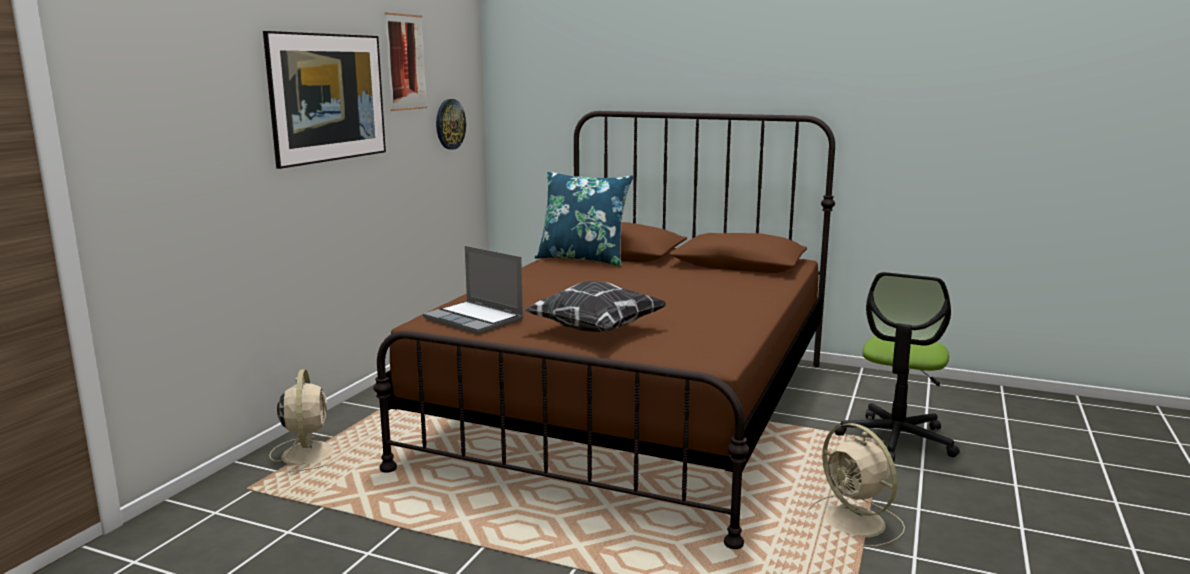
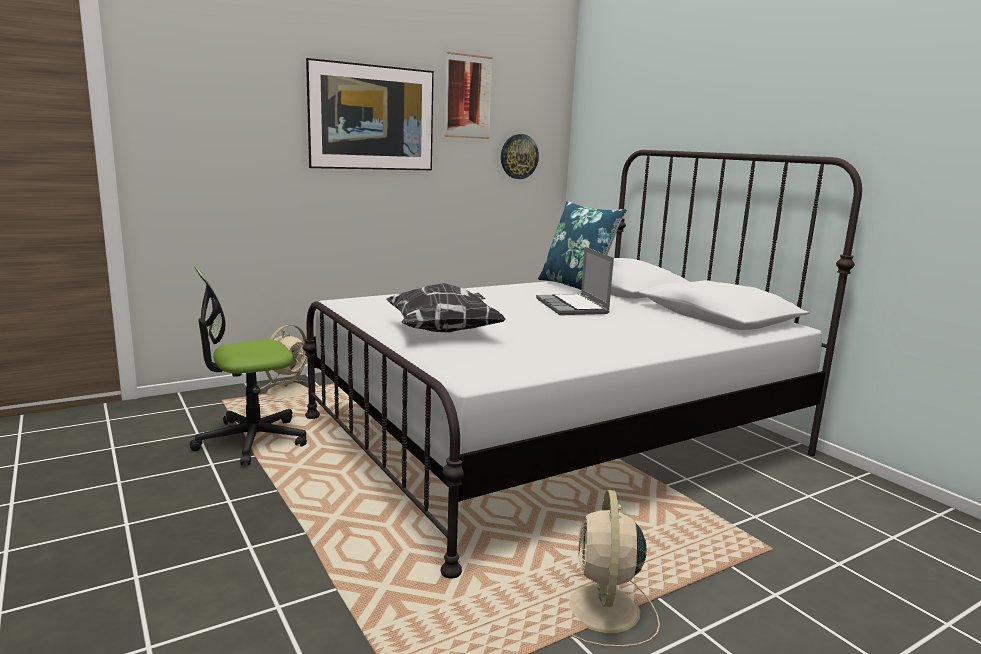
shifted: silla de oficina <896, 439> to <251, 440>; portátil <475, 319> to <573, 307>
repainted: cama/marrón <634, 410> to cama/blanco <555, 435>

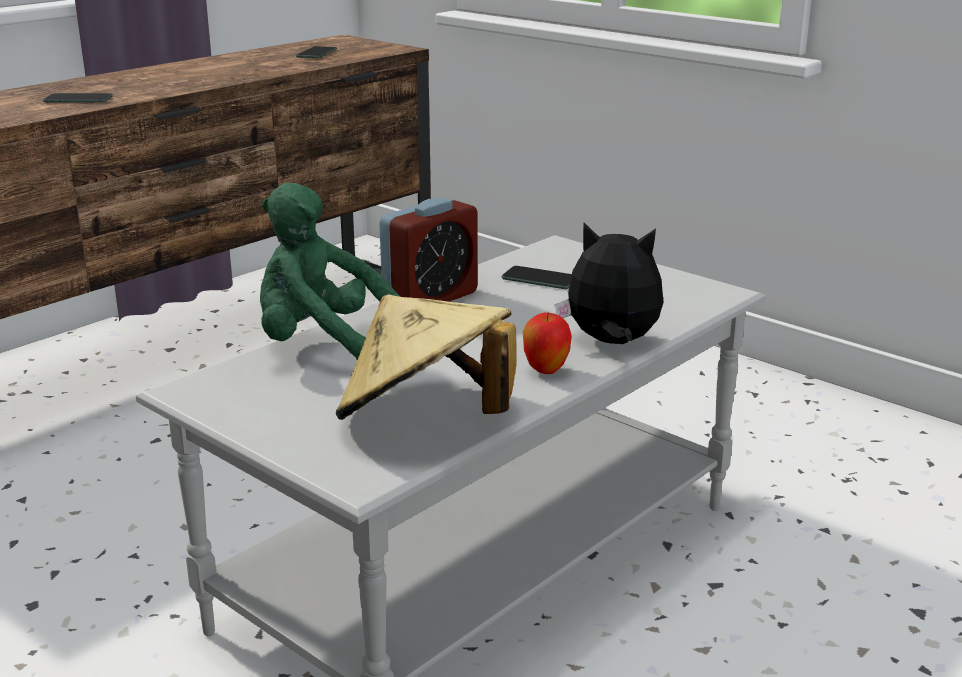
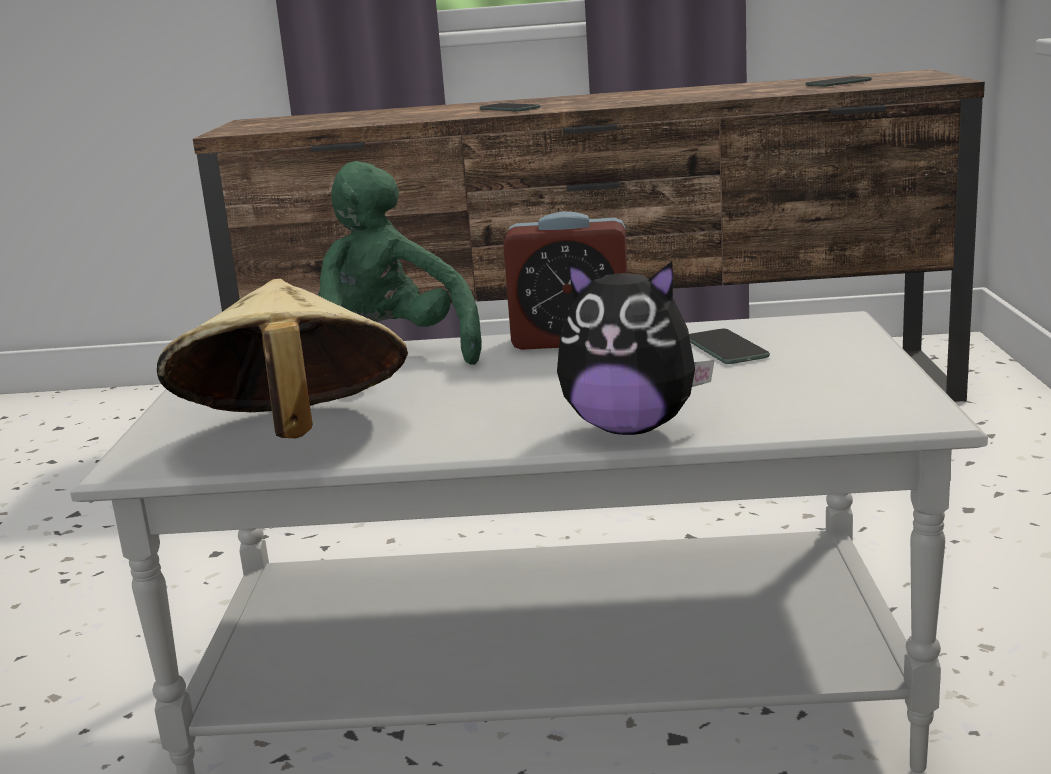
gone: manzana <546, 370>
rotated: peluche <611, 343> = <631, 428> 135 degrees clockwise

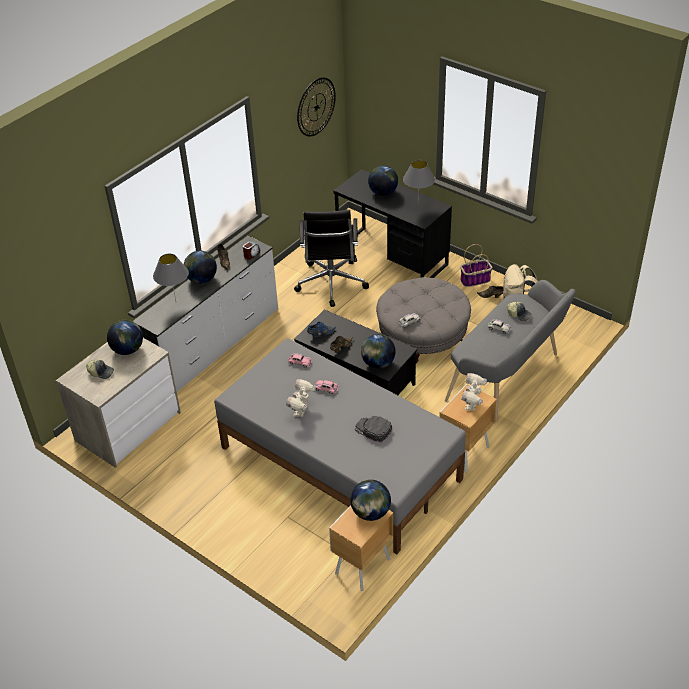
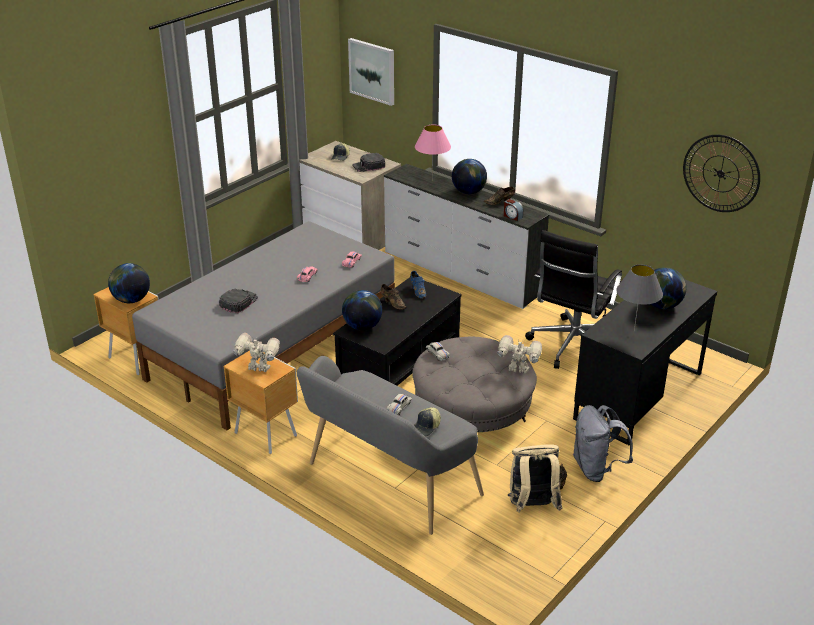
new: cuadro <372, 71>
shifted: robot de juguete <302, 411> to <518, 371>
swapped: globo terráqueo <128, 349> to gorra/negro <369, 166>; cesta <475, 280> to mochila/gris <596, 469>
repainted: lámpara de mesa/gris <176, 302> to lámpara de mesa/rosa <432, 181>
rotated: silla de oficina/negro <331, 284> = <572, 346> 60 degrees counterclockwise

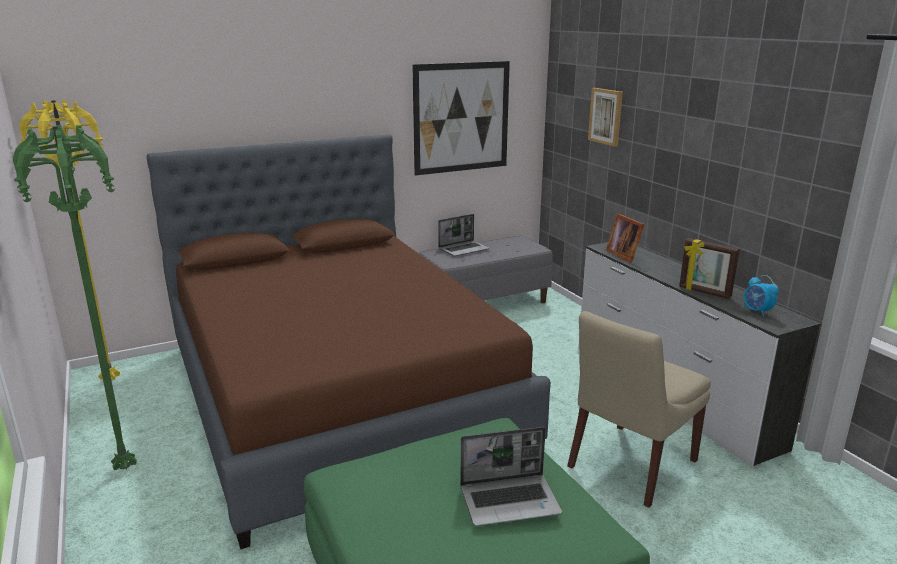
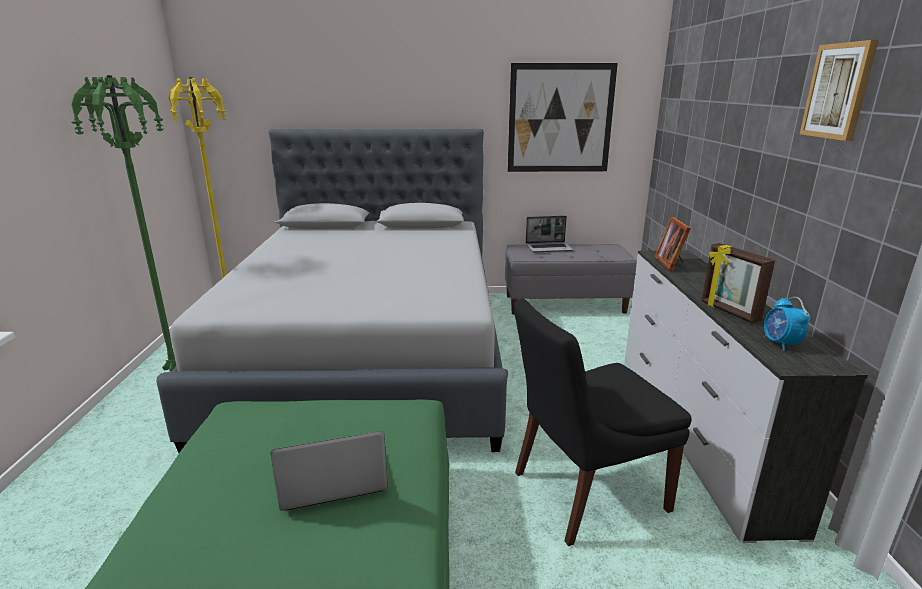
shifted: cuadro <606, 116> to <838, 91>
repainted: cama/marrón <338, 395> to cama/gris <370, 353>; silla/beis <629, 466> to silla/negro <584, 492>
rotated: portátil <510, 500> = <331, 481> 150 degrees clockwise

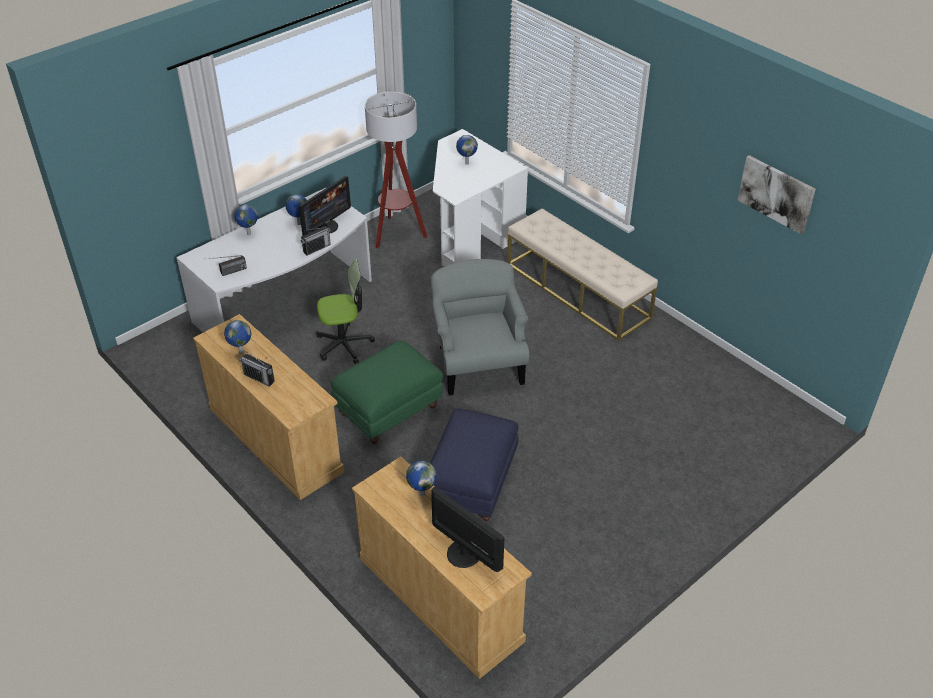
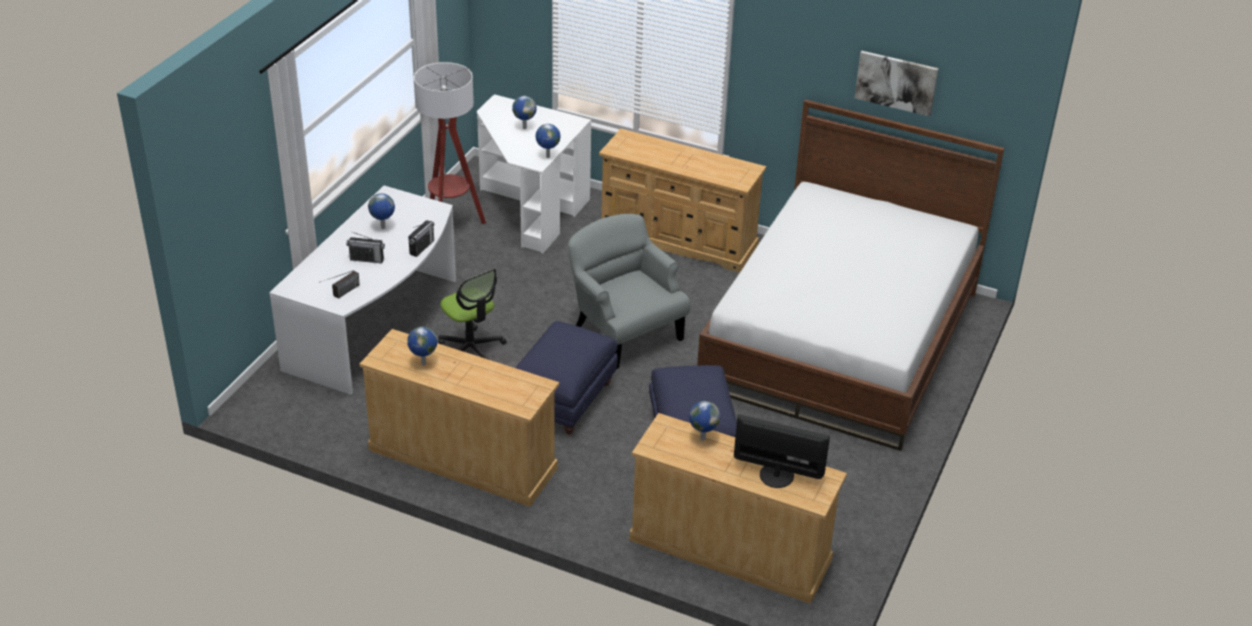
gone: monitor <326, 226>
new: cama <841, 338>
shifted: radio <259, 378> to <367, 259>; globo terráqueo <248, 234> to <547, 157>
swapped: banco/beis <577, 291> to cómoda/beis <679, 239>
repainted: puf/verde <389, 410> to puf/azul <563, 399>
rotated: silla de oficina <344, 344> = <471, 350> 90 degrees clockwise

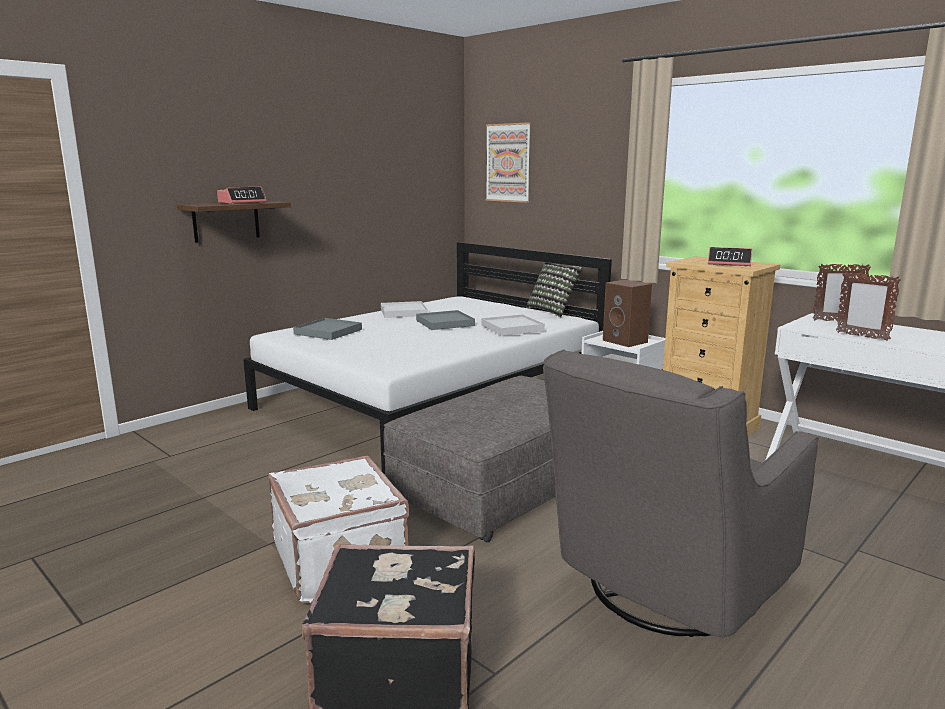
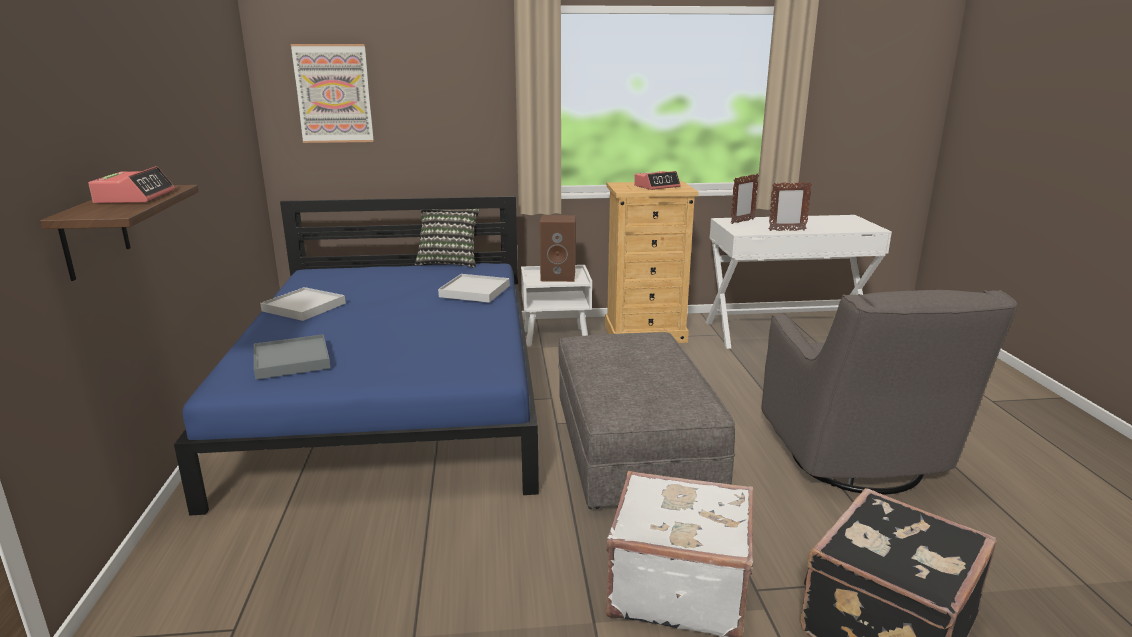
gone: bandeja/gris <445, 323>
repainted: cama/blanco <435, 398> to cama/azul <396, 399>

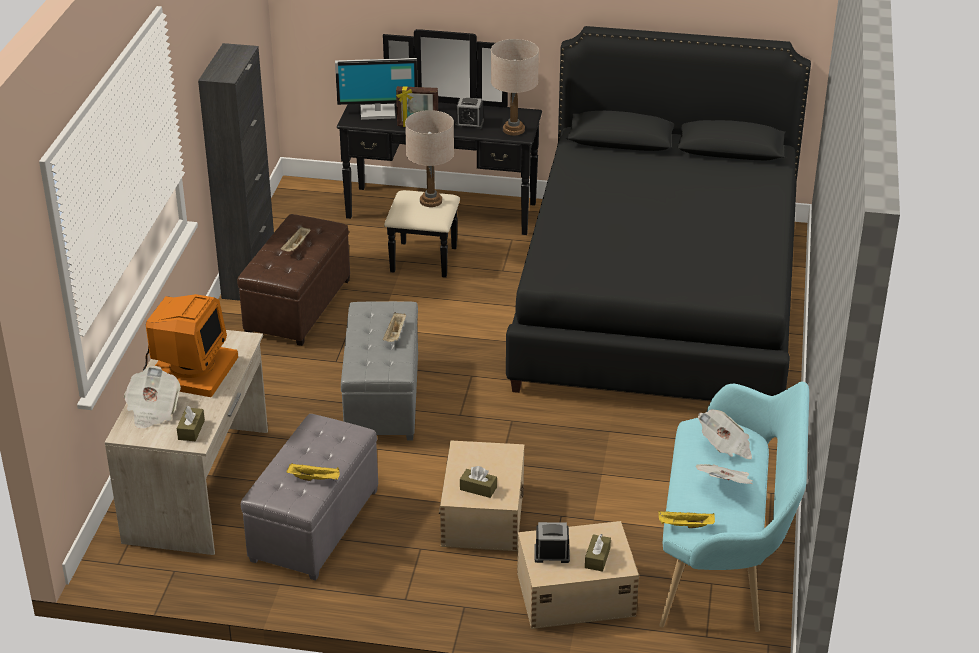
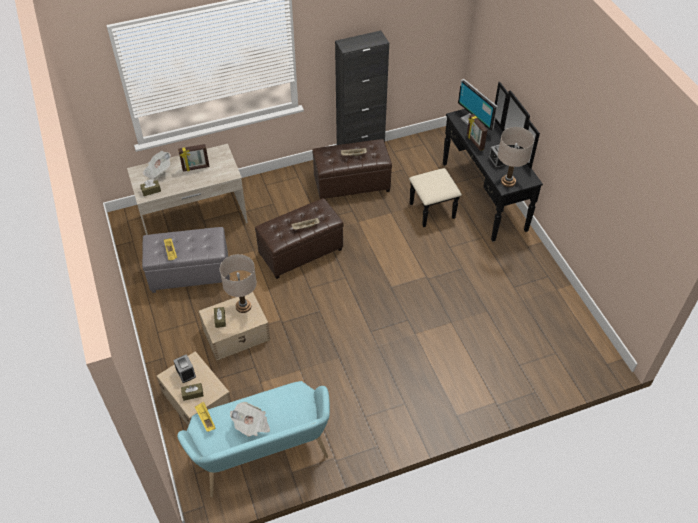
gone: cama/negro <658, 302>; periódico <725, 447>
shifted: lámpara de mesa/beis <430, 201> to <243, 306>
swapped: monitor <191, 370> to portarretratos <196, 168>
repainted: puf/gris <383, 399> to puf/marrón <301, 252>

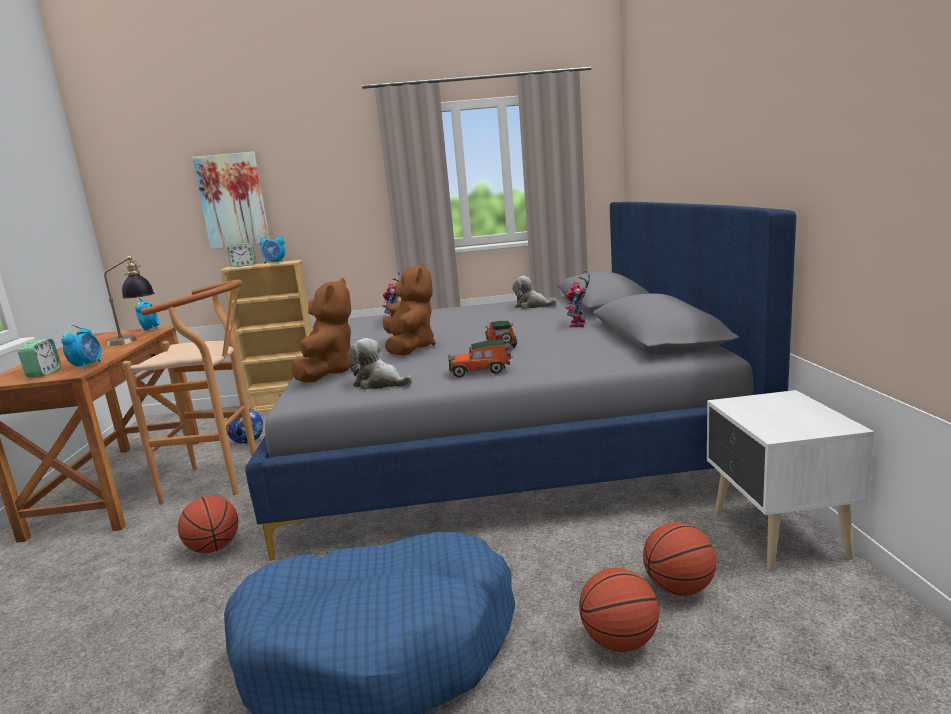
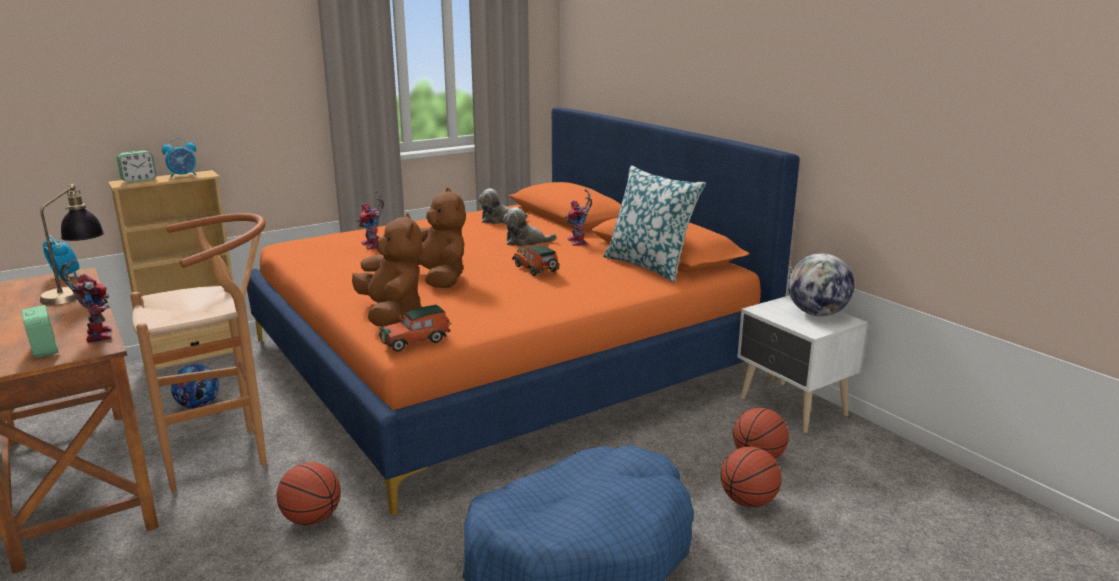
gone: cuadro <233, 201>
new: cojín <649, 266>; globo terráqueo <817, 314>
shifted: coche de juguete <481, 371> to <416, 341>; peluche <379, 383> to <525, 242>
swapped: despertador <87, 366> to robot de juguete <96, 335>
repainted: cama/gris <501, 435> to cama/naranja <503, 359>

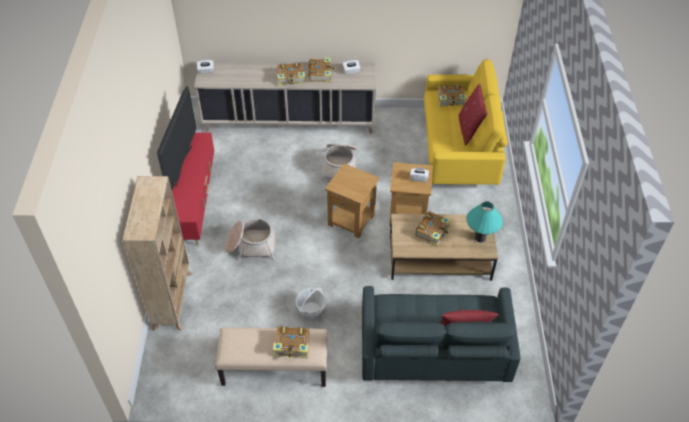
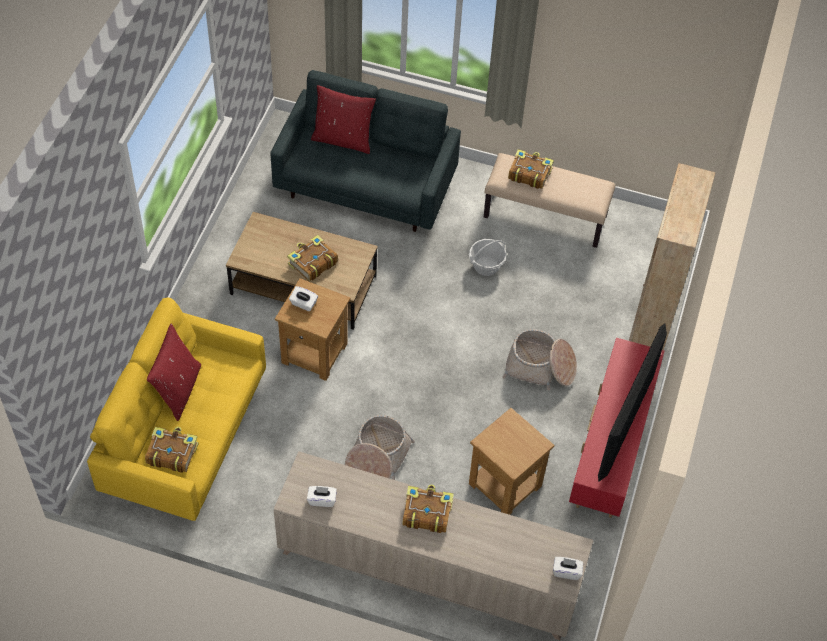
gone: libro <321, 73>; lámpara de mesa/turquesa <480, 237>
shifted: mesa auxiliar/marrón <352, 220> to <504, 484>

